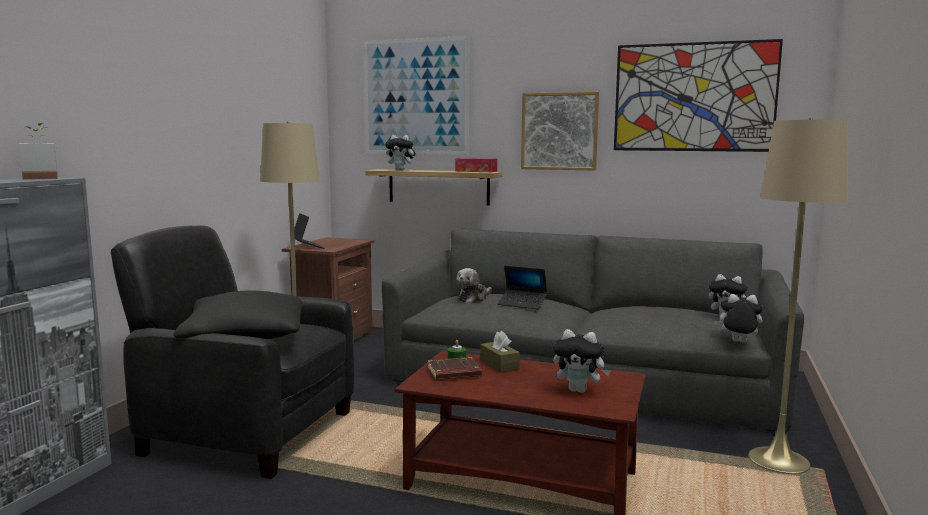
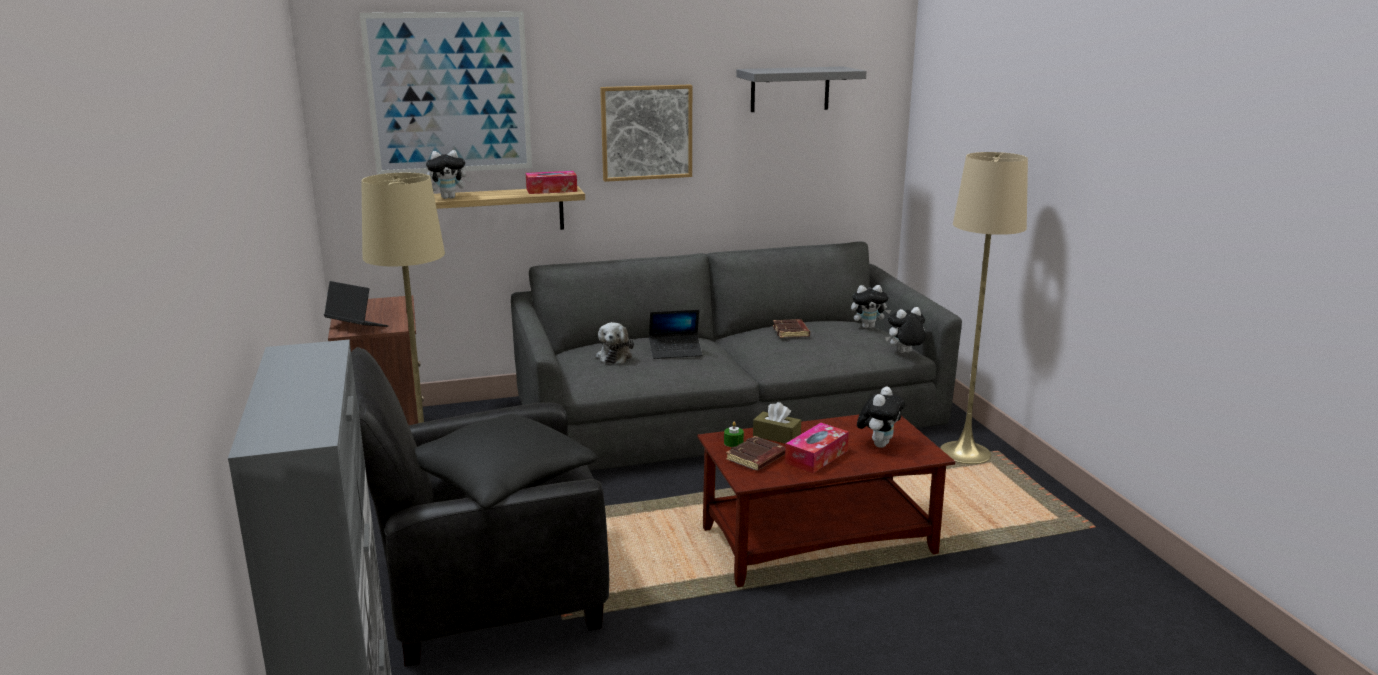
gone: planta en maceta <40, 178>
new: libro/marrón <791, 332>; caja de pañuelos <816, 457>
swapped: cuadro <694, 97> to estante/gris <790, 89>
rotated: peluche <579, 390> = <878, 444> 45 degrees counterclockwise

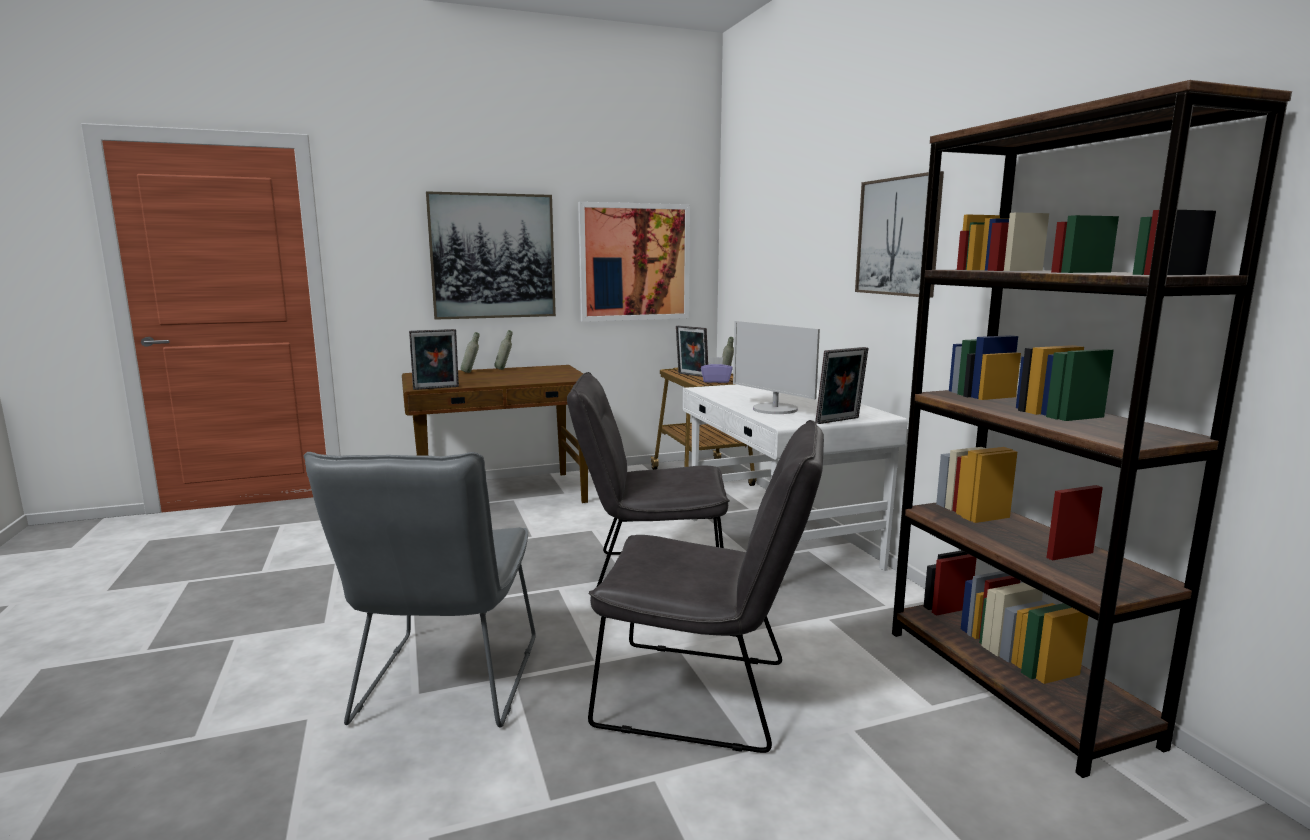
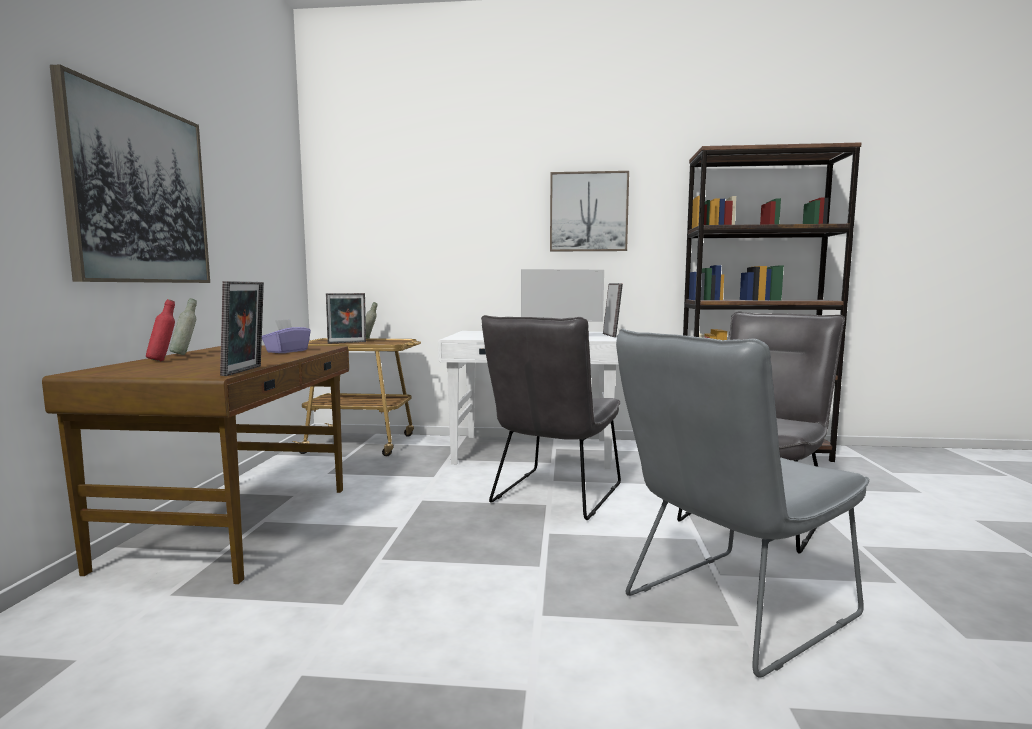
gone: cuadro <634, 262>
shifted: caja de pañuelos/morado <716, 381> to <287, 351>
repainted: botella/gris <471, 372> to botella/rojo <163, 361>
rotated: silla/gris <444, 687> = <729, 610> 120 degrees clockwise

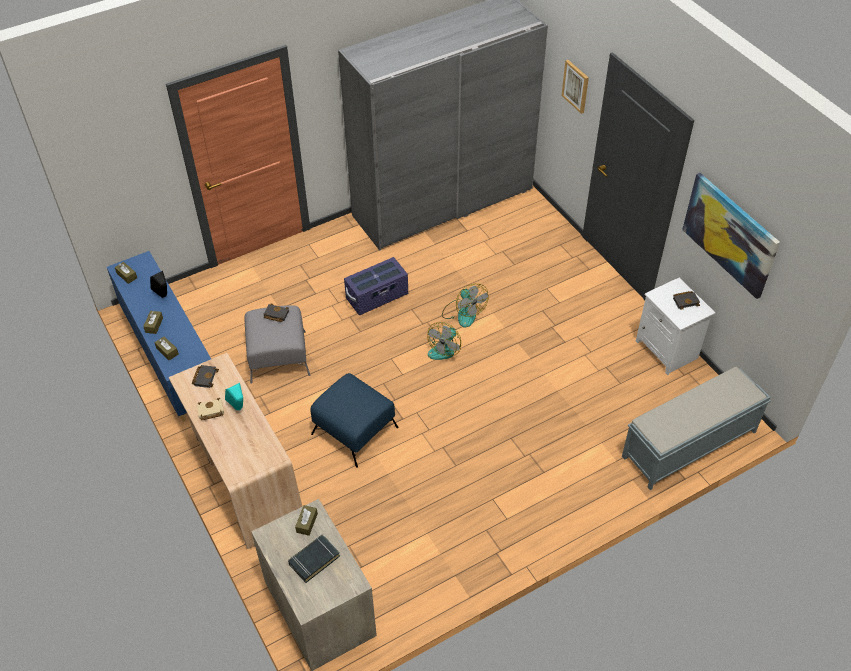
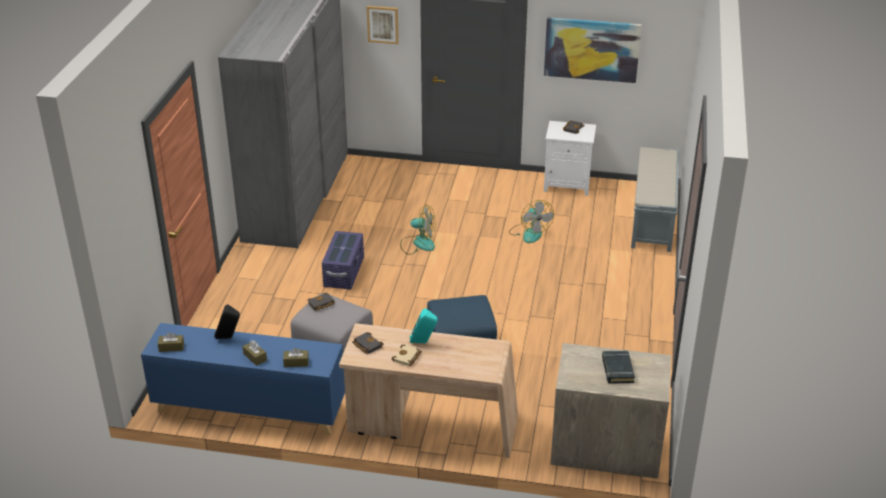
gone: caja de pañuelos/marrón <307, 523>
shifted: ventilador <445, 348> to <529, 233>

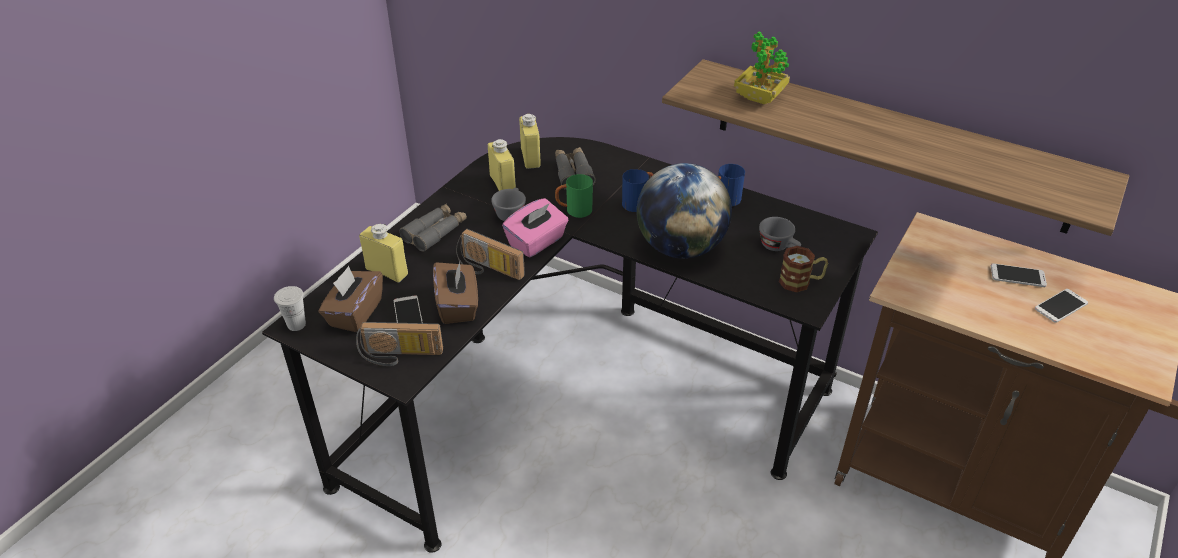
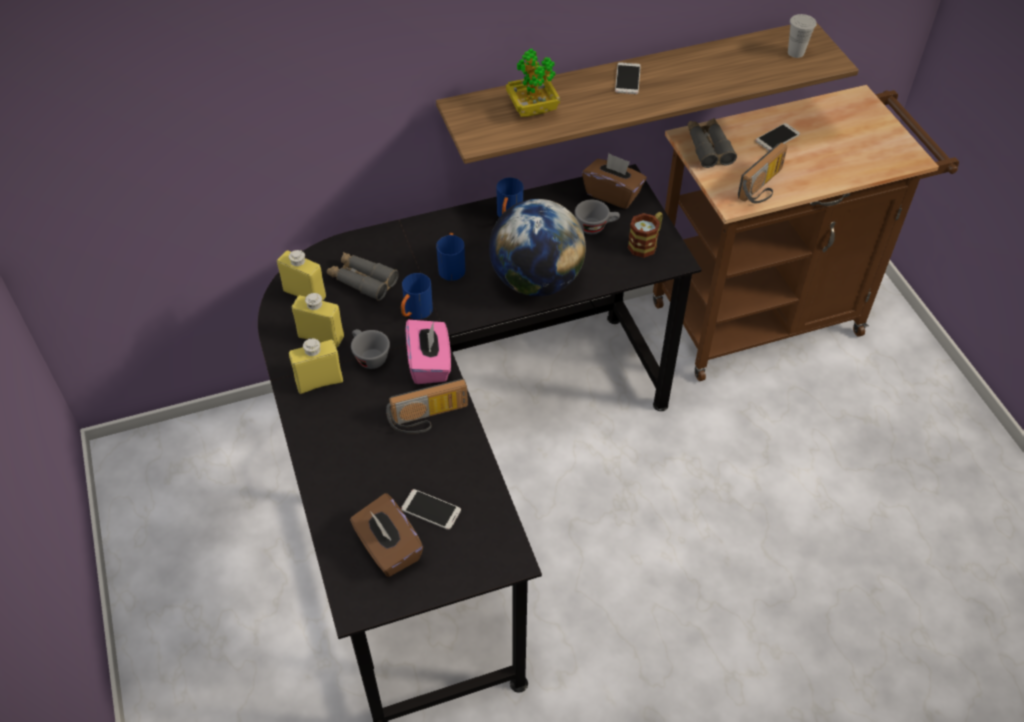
shifted: botella/amarillo <387, 271> to <319, 382>; caja de pañuelos/marrón <458, 306> to <613, 194>; móvil <1060, 306> to <627, 79>; prismáticos/gris <435, 232> to <708, 147>; radio <400, 356> to <764, 187>; taza/blanco <296, 324> to <795, 53>
repainted: taza grande/verde <574, 211> to taza grande/azul <415, 313>

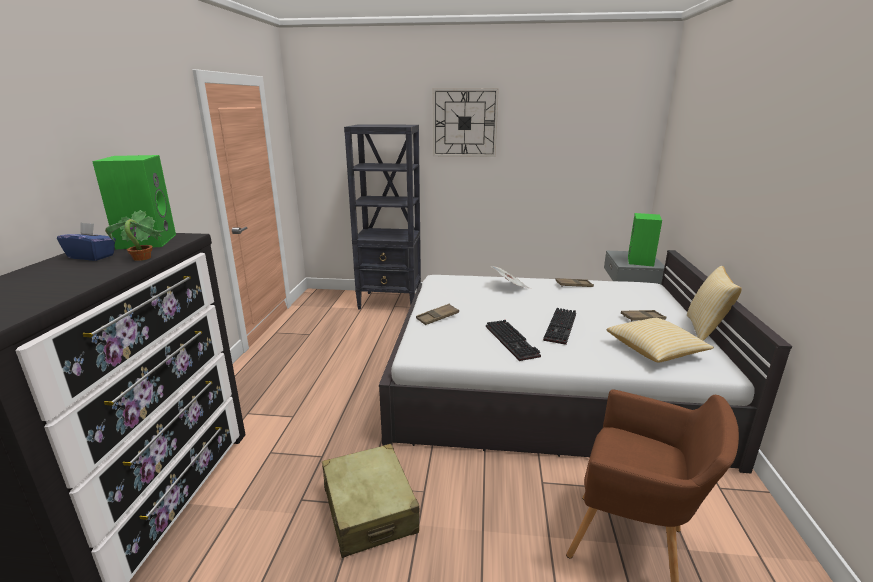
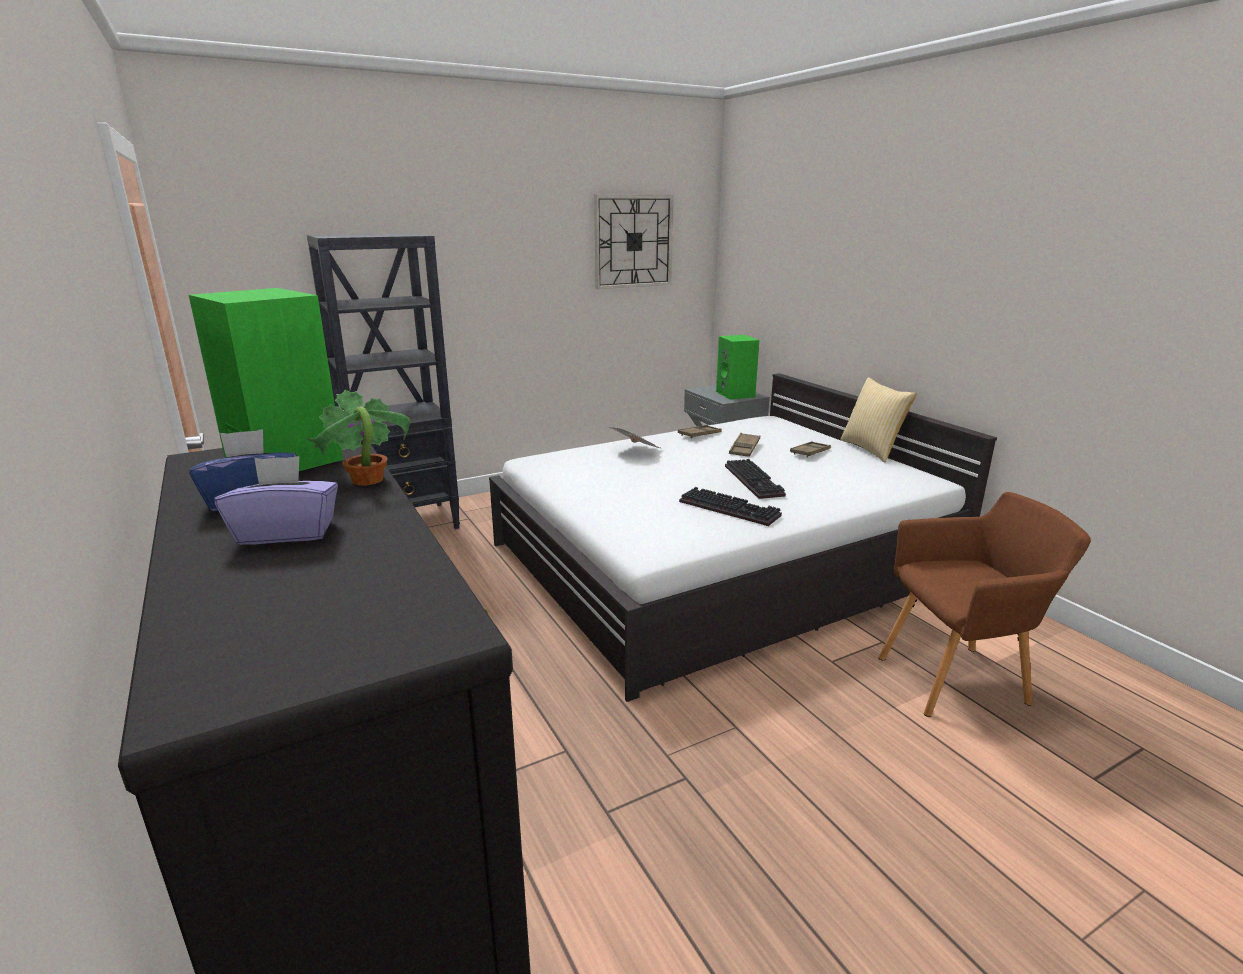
gone: maleta/beis <369, 510>; cojín <655, 351>
new: caja de pañuelos/morado <287, 532>
shifted: reloj de pared <464, 123> to <633, 241>; bandeja/marrón <437, 317> to <744, 448>

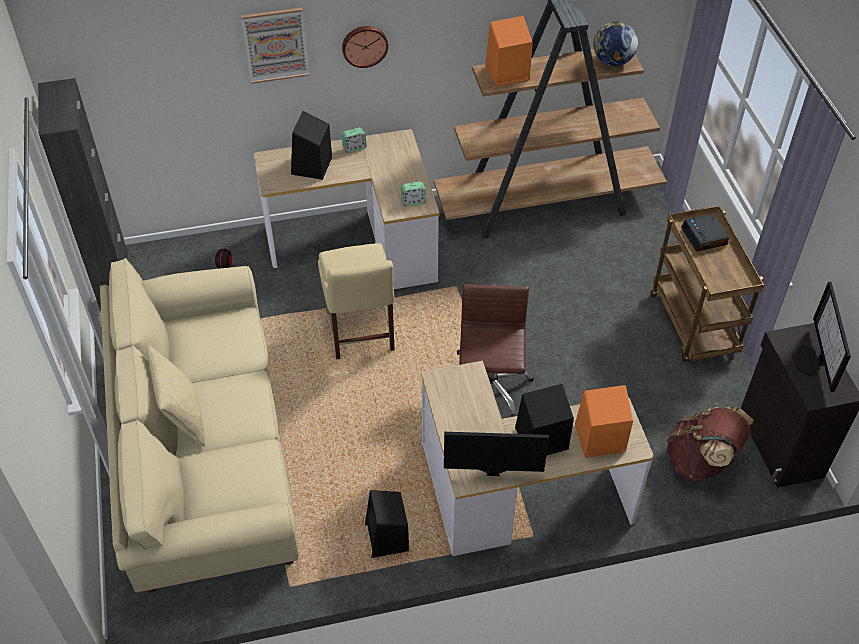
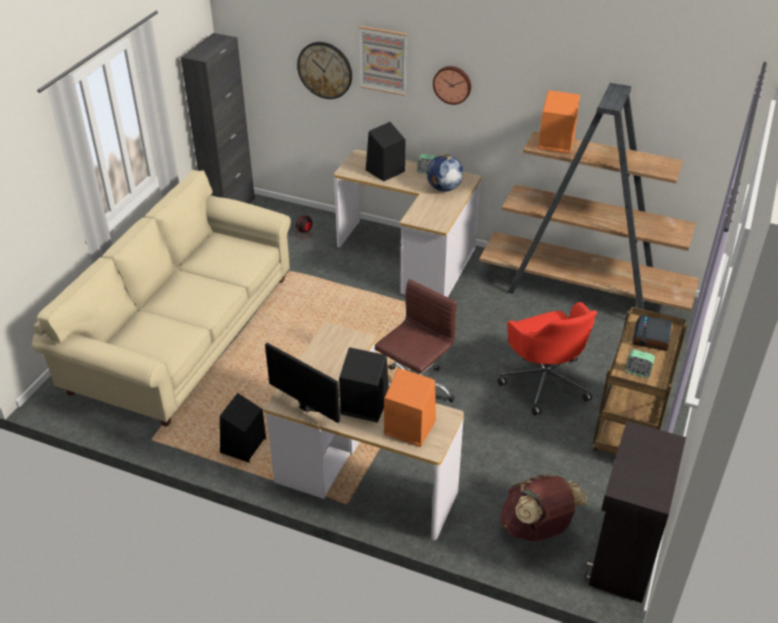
gone: cojín/beis <183, 418>; silla/beis <360, 335>; monitor <811, 361>
new: reloj de pared <325, 70>; silla de oficina/rojo <544, 381>
shifted: globo terráqueo <612, 61> to <443, 188>; despertador <413, 201> to <638, 371>

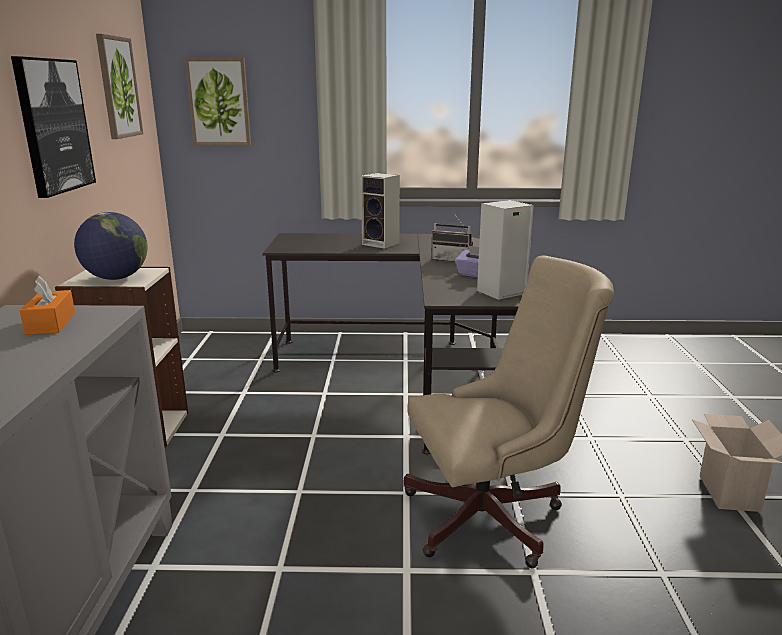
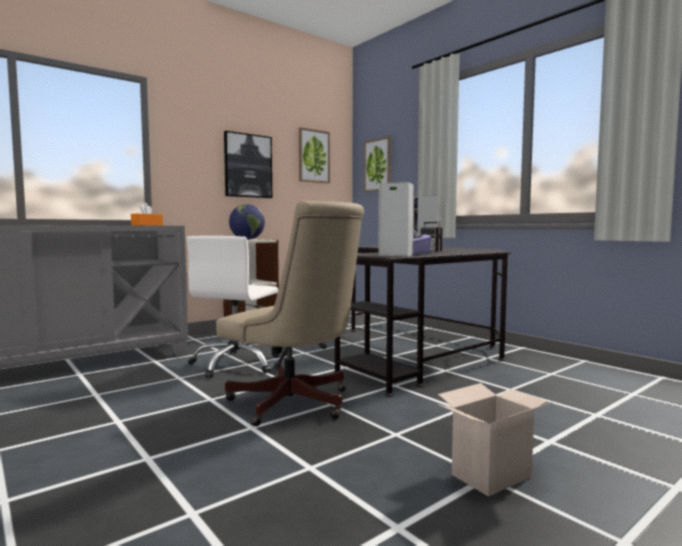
new: silla de oficina/blanco <236, 364>

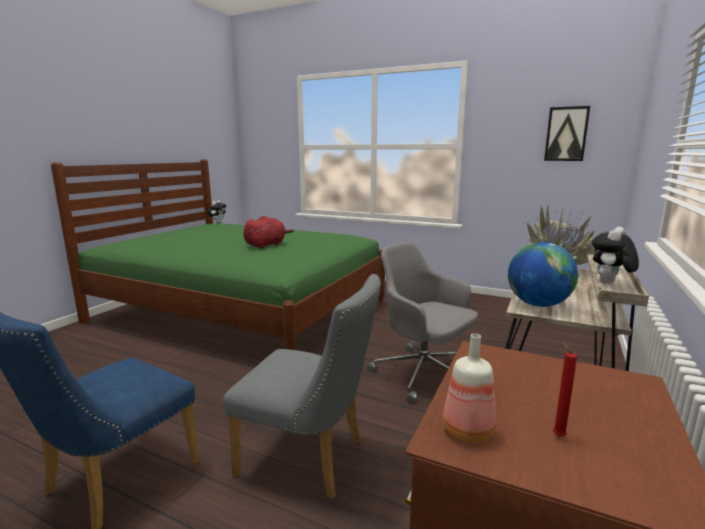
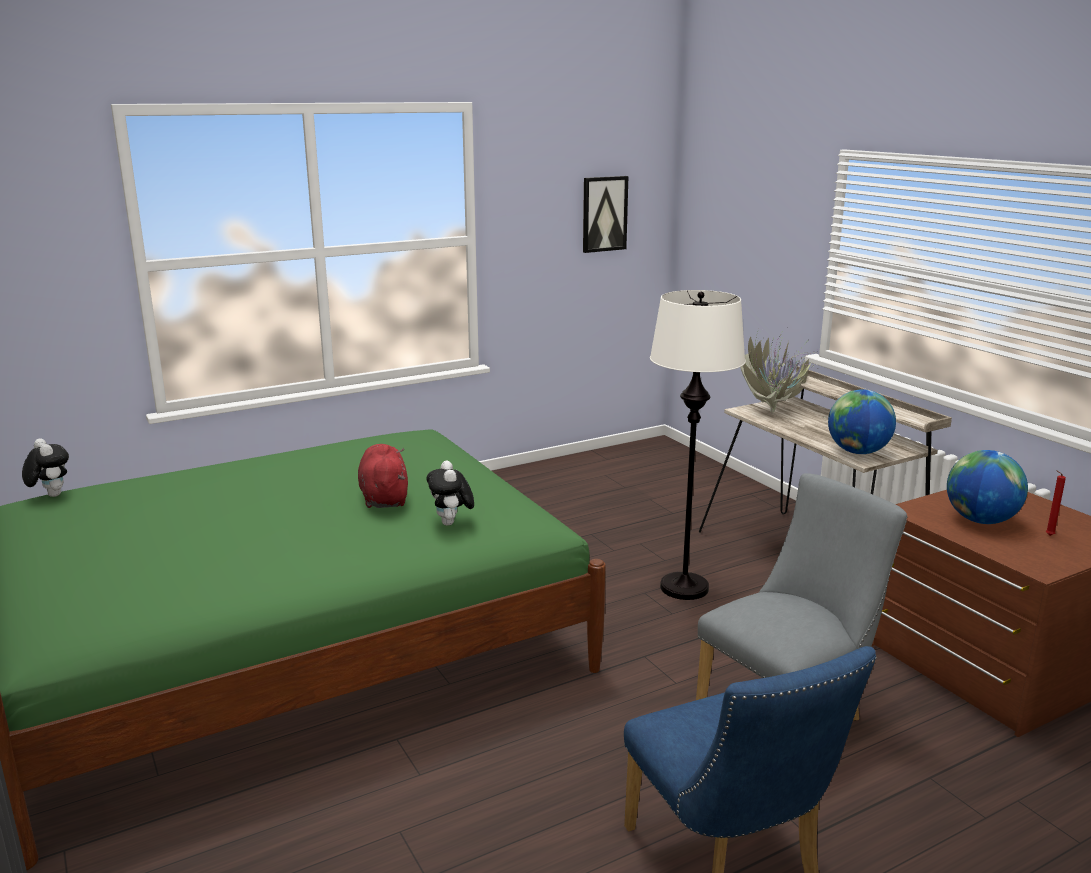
gone: botella <466, 430>
new: globo terráqueo <980, 520>
shifted: peluche <609, 284> to <451, 523>
swapped: silla de oficina/gris <423, 374> to lámpara de pie/blanco <683, 587>

